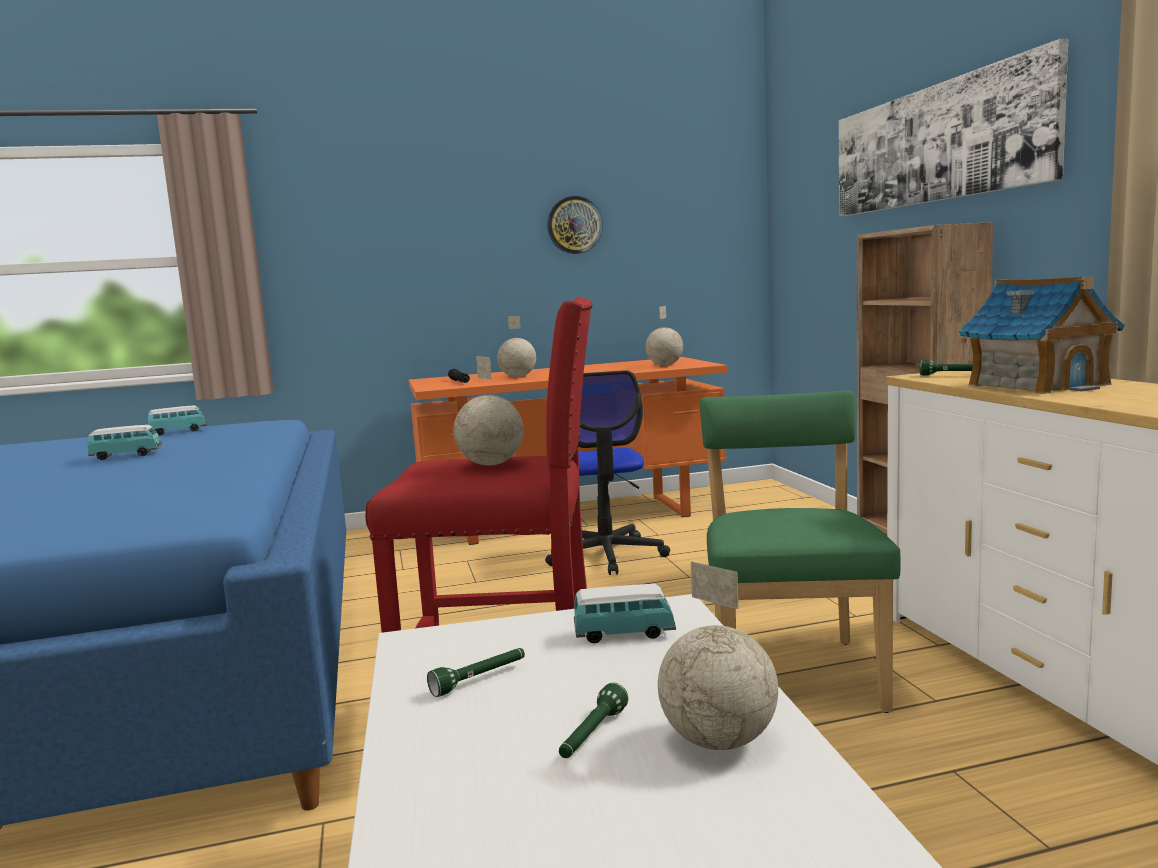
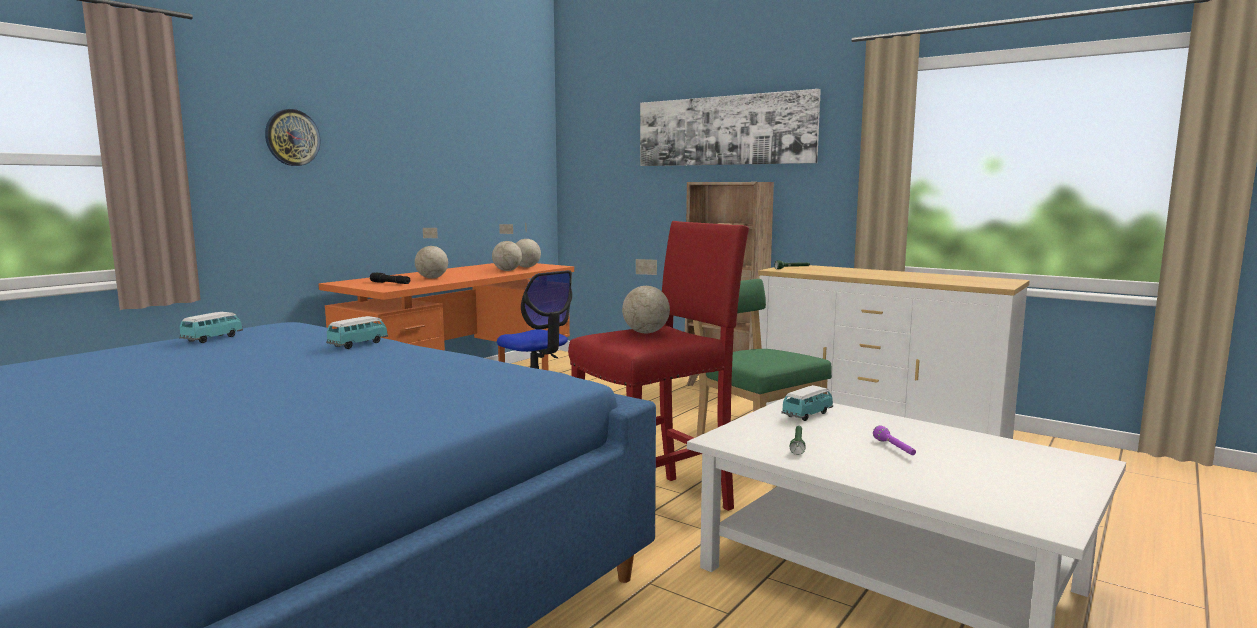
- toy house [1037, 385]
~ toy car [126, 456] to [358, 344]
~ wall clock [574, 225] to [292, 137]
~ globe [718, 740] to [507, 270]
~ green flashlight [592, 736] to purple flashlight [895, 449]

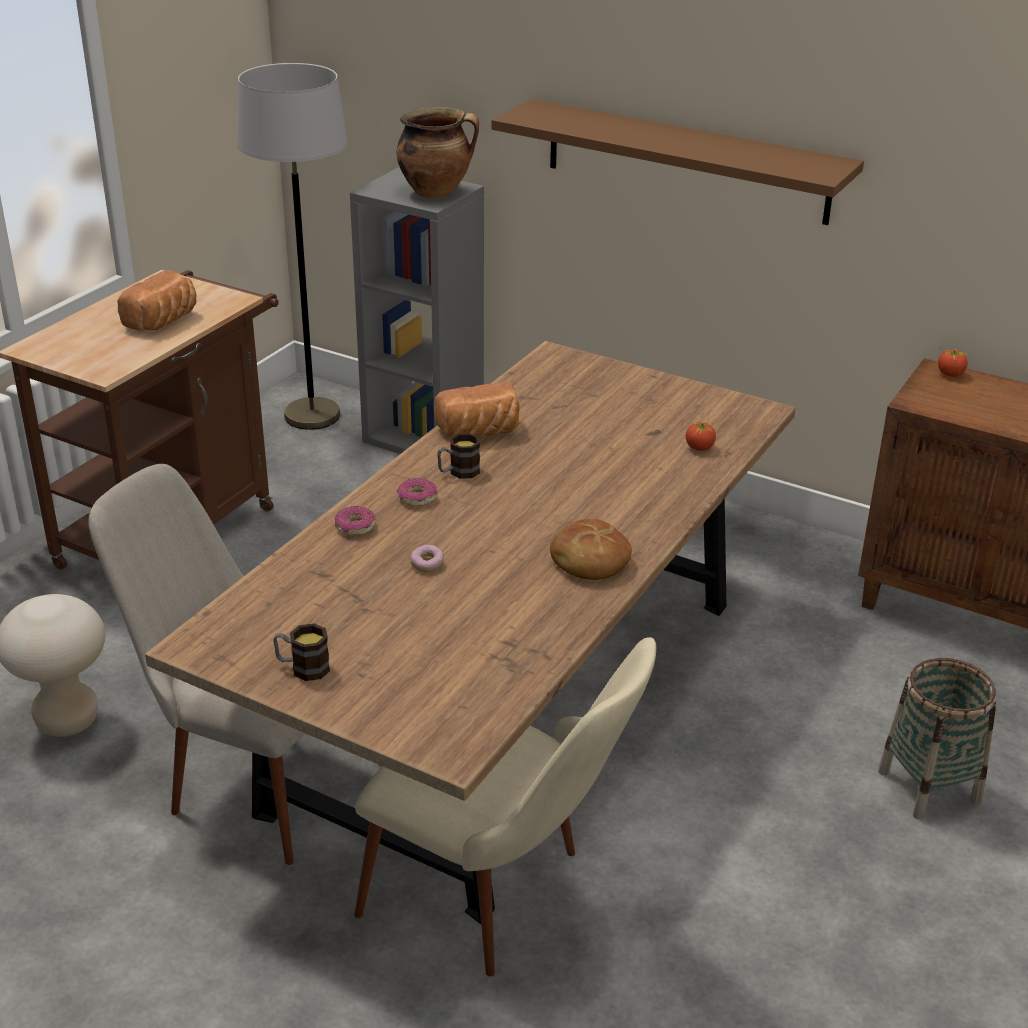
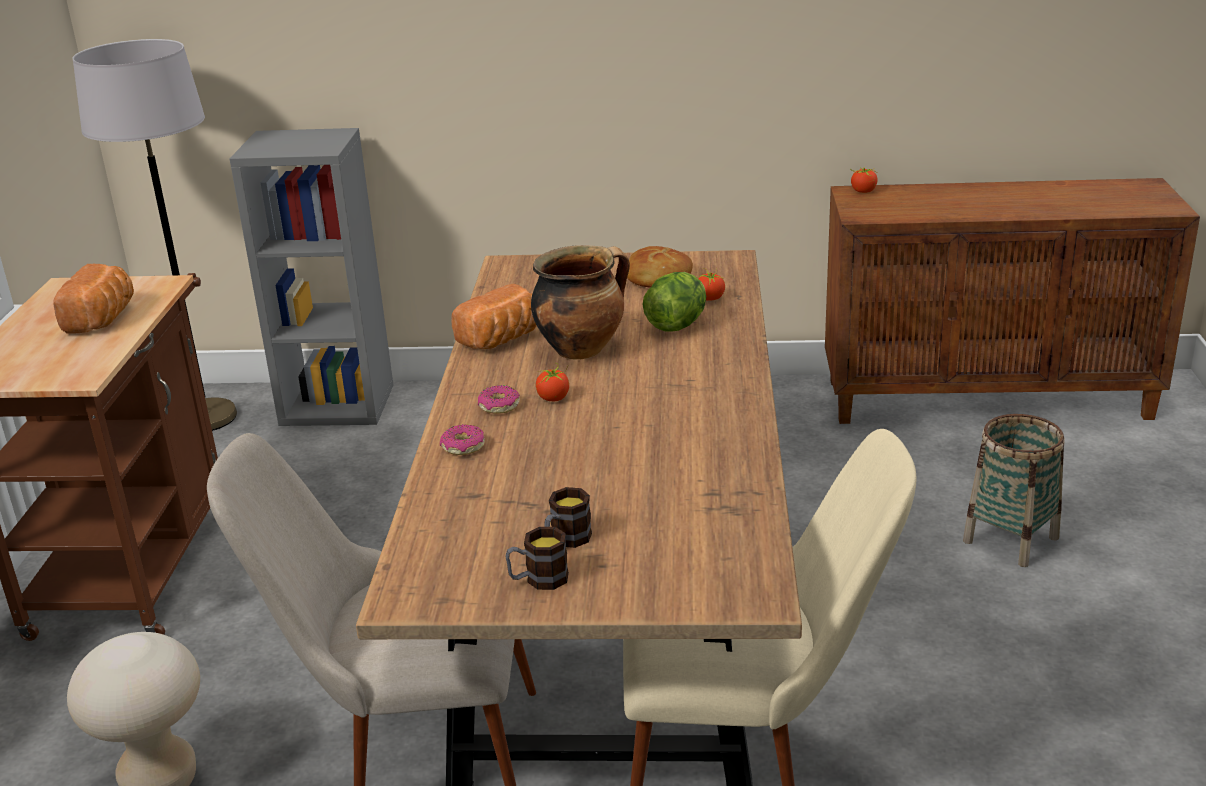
- donut [427, 565]
- brown shelf [686, 161]
+ tomato [553, 398]
+ lettuce [677, 325]
~ cooking pot [437, 192] to [582, 349]
~ mug [458, 472] to [566, 540]
~ bread [589, 561] to [658, 279]

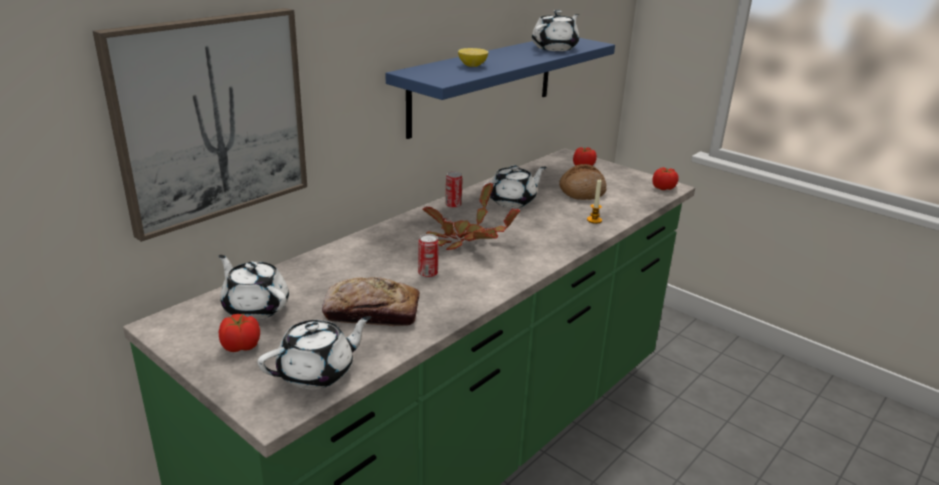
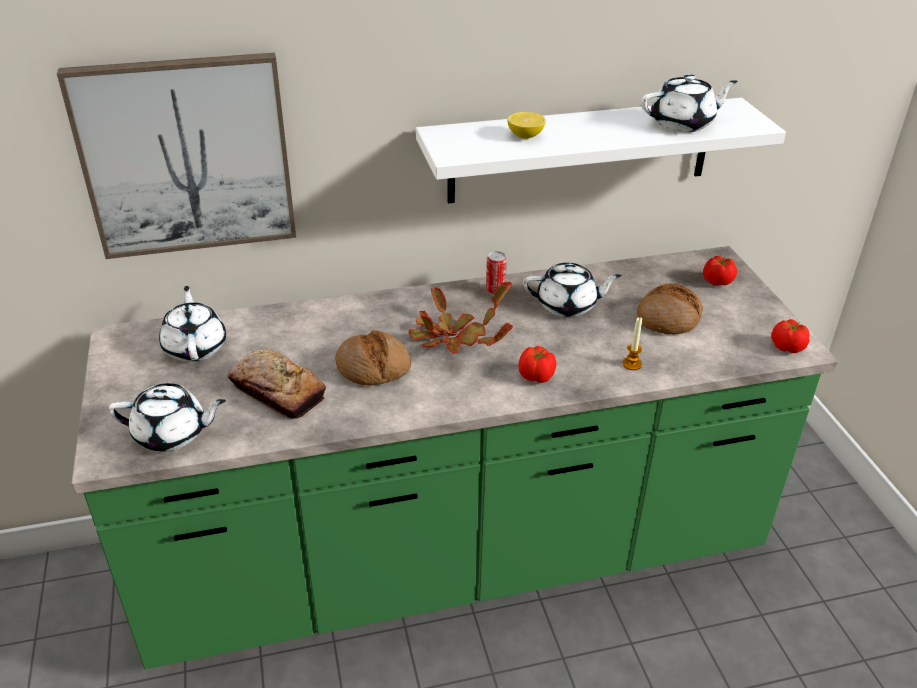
~ tomato [242, 346] to [536, 377]
~ can [428, 274] to bread [373, 367]
~ blue shelf [483, 83] to white shelf [581, 150]

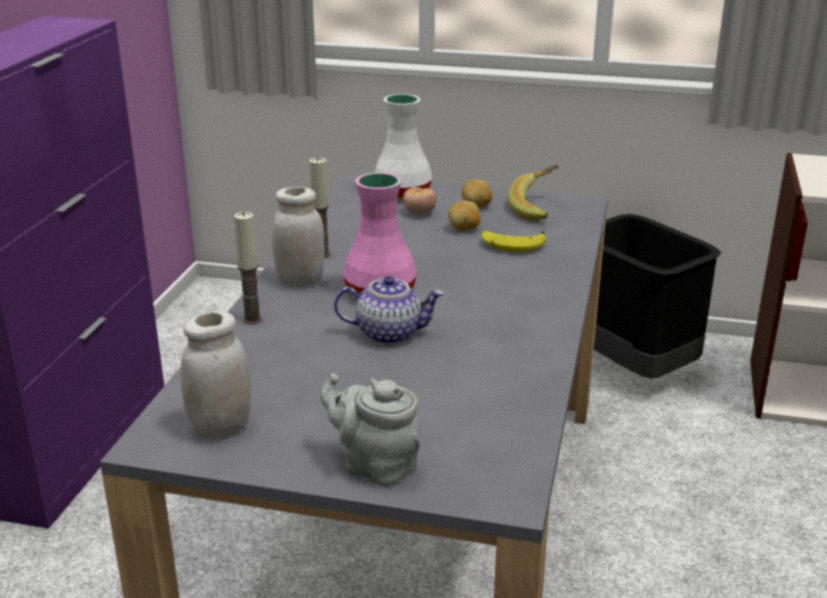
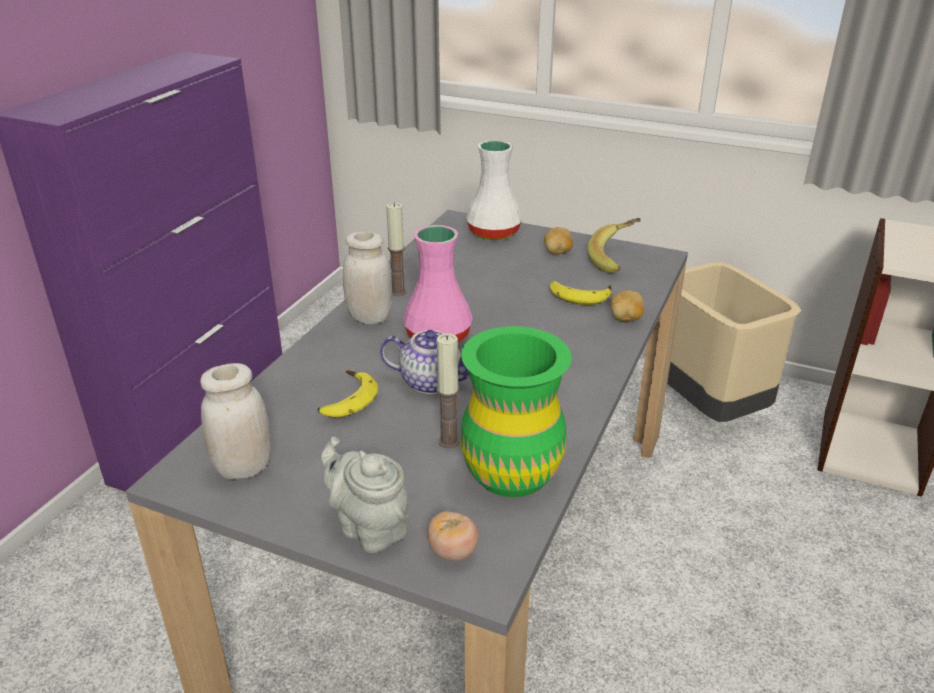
+ banana [345, 401]
+ green vase [511, 472]
~ candle [252, 319] to [448, 441]
~ tomato [419, 213] to [453, 551]
~ potato [464, 229] to [626, 319]
~ black trash can [633, 368] to beige trash can [709, 406]

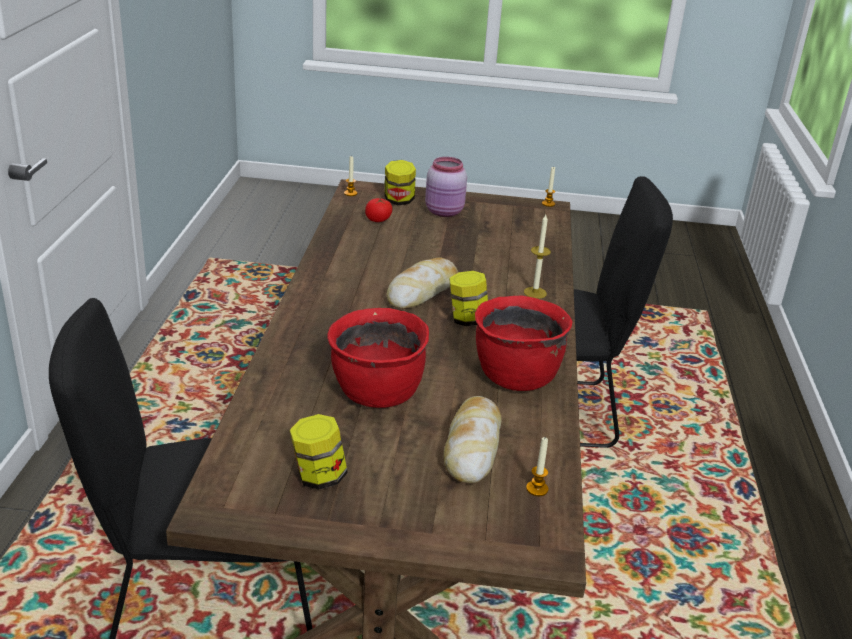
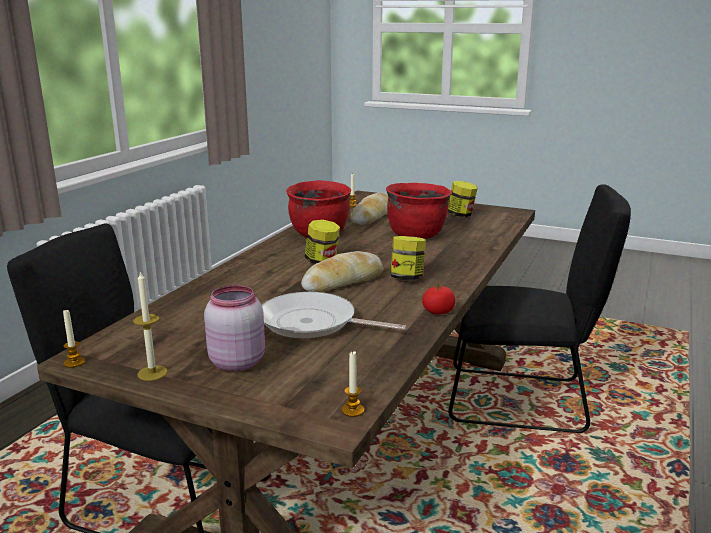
+ frying pan [313, 323]
~ tomato [378, 220] to [438, 312]
~ jar [399, 201] to [407, 278]
~ candle [535, 292] to [152, 373]

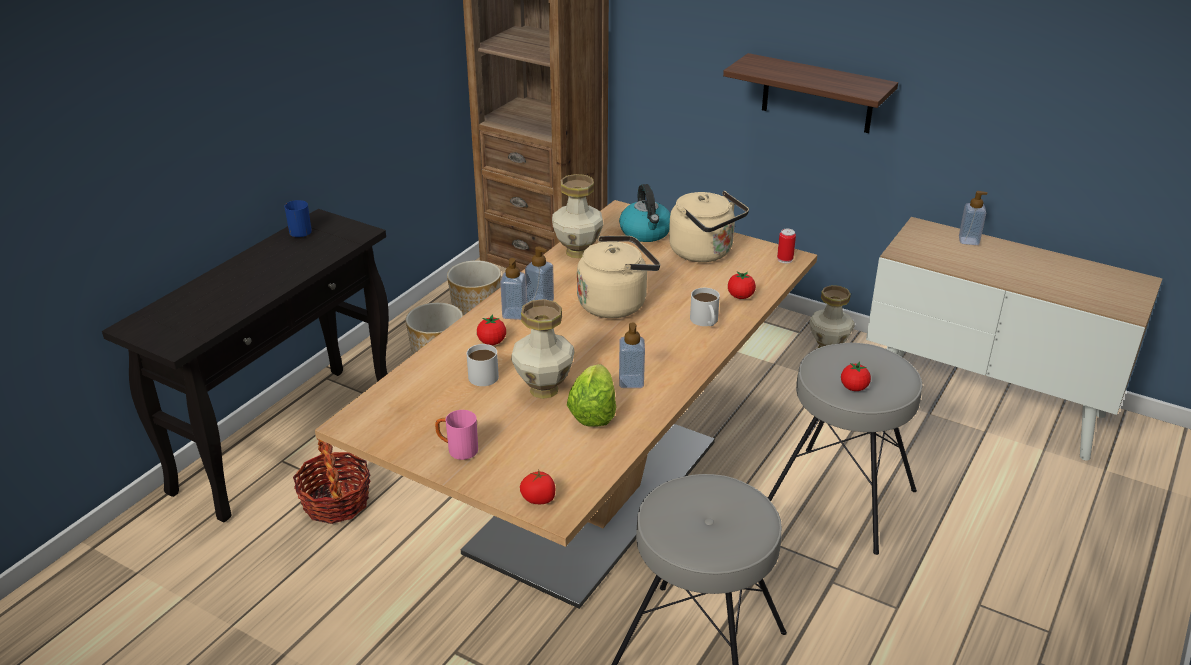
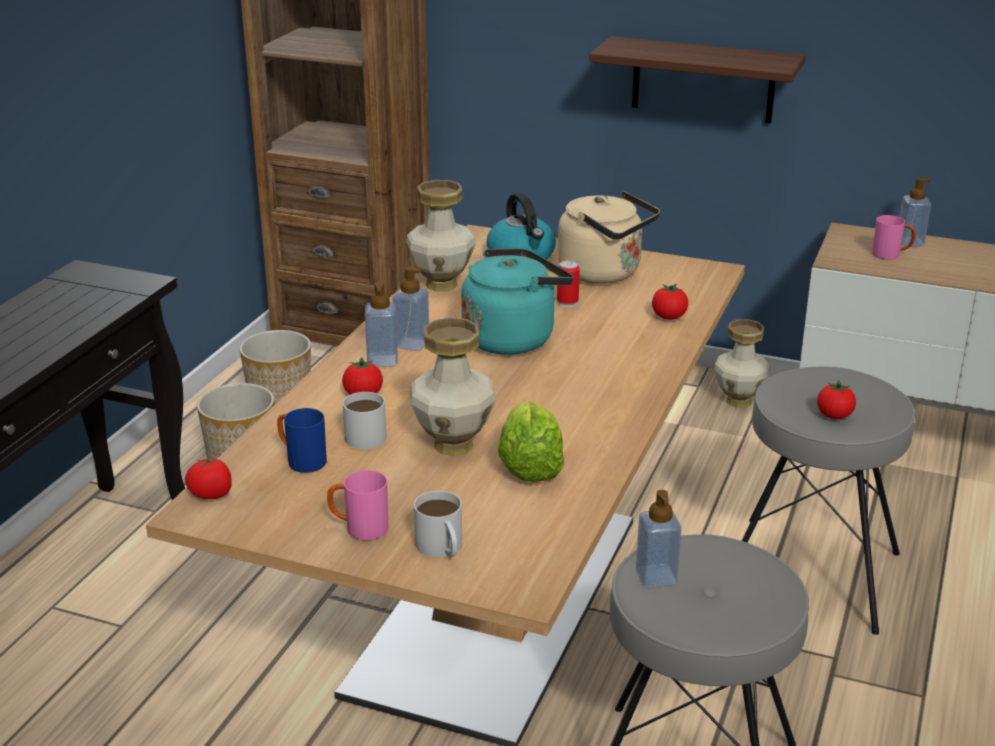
- basket [336, 502]
+ pink mug [891, 255]
~ blue mug [297, 231] to [301, 461]
~ tomato [539, 499] to [211, 494]
~ soap dispenser [631, 382] to [656, 576]
~ white mug [705, 321] to [442, 548]
~ can [785, 259] to [567, 302]
~ beige kettle [616, 303] to turquoise kettle [512, 338]

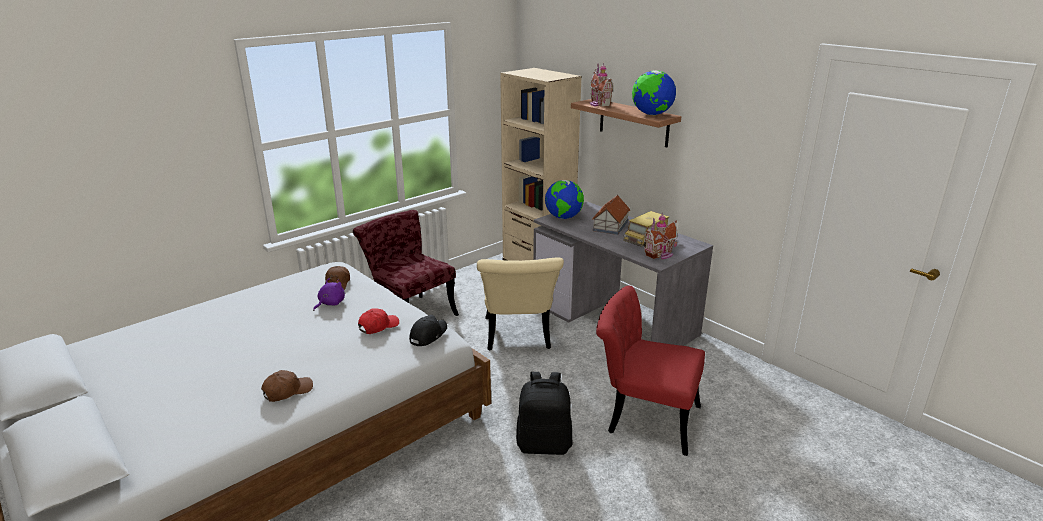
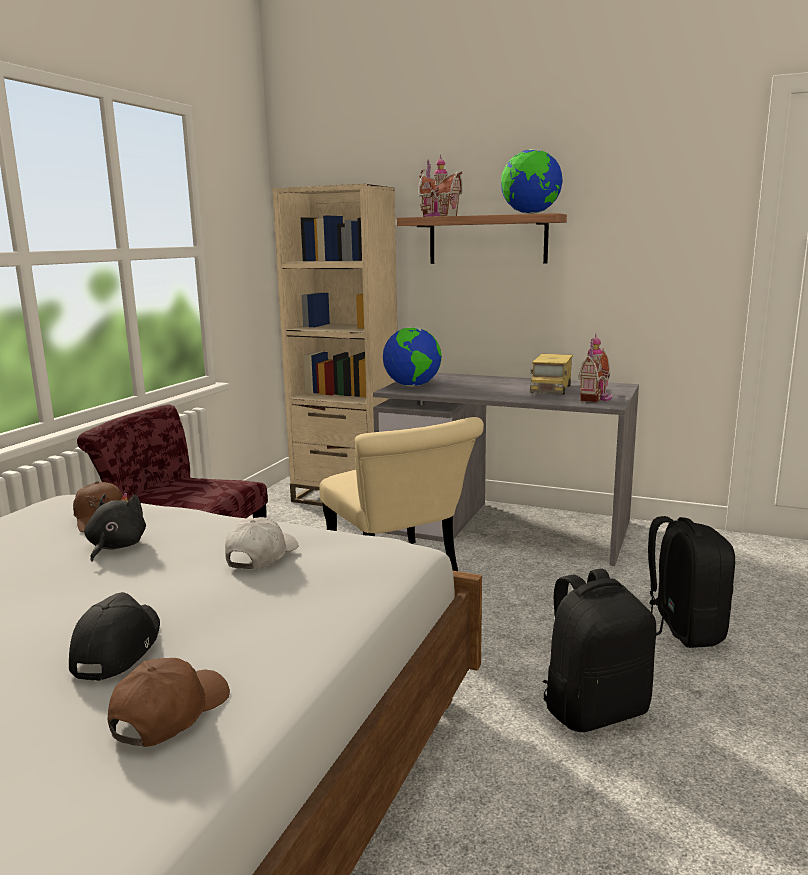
- toy house [610, 226]
~ black cap [428, 335] to [117, 648]
~ red chair [643, 417] to black backpack [682, 629]
~ purple plush toy [330, 303] to black plush toy [115, 547]
~ red cap [378, 326] to white cap [261, 555]

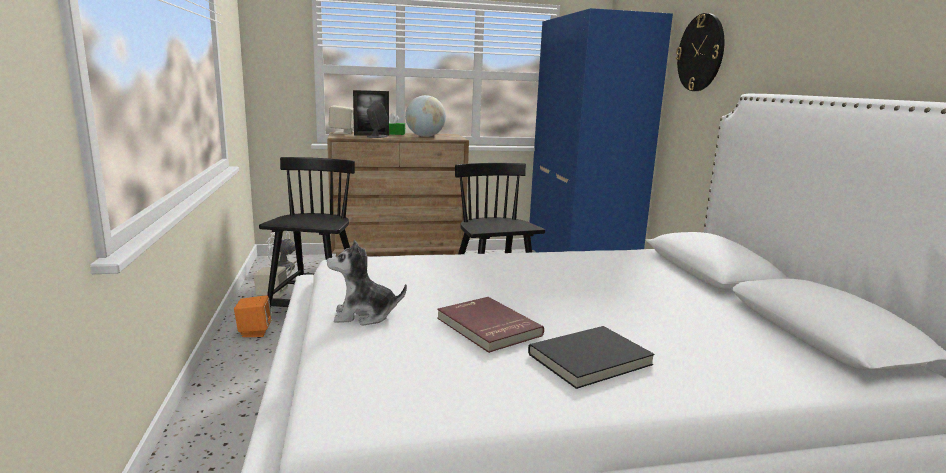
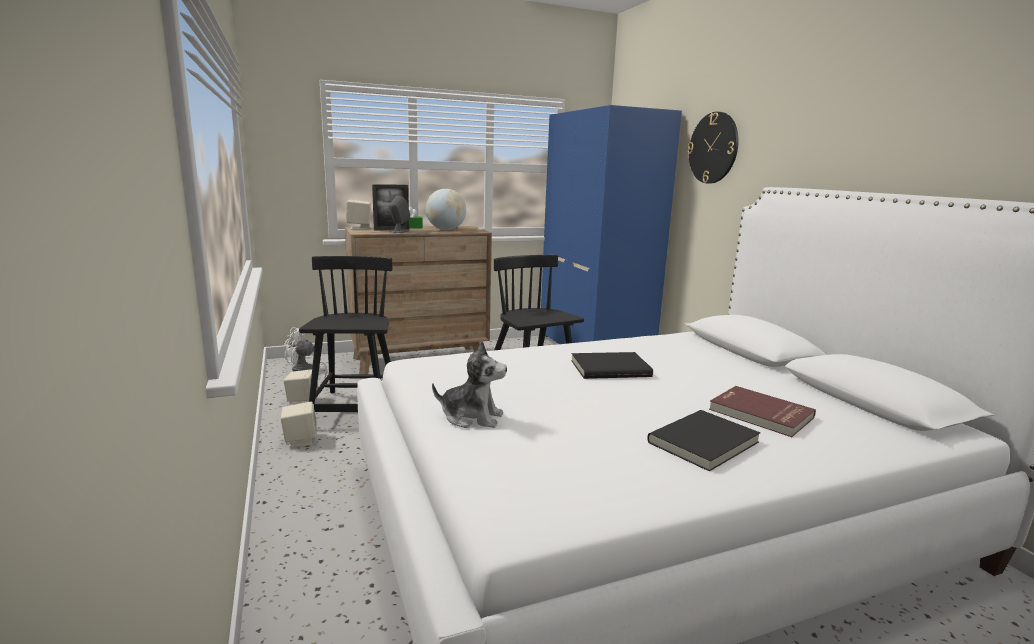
+ black book [609, 368]
~ red book [487, 327] to [760, 414]
~ orange speaker [254, 332] to beige speaker [300, 440]
~ plush toy [364, 315] = [471, 417] 150 degrees counterclockwise

